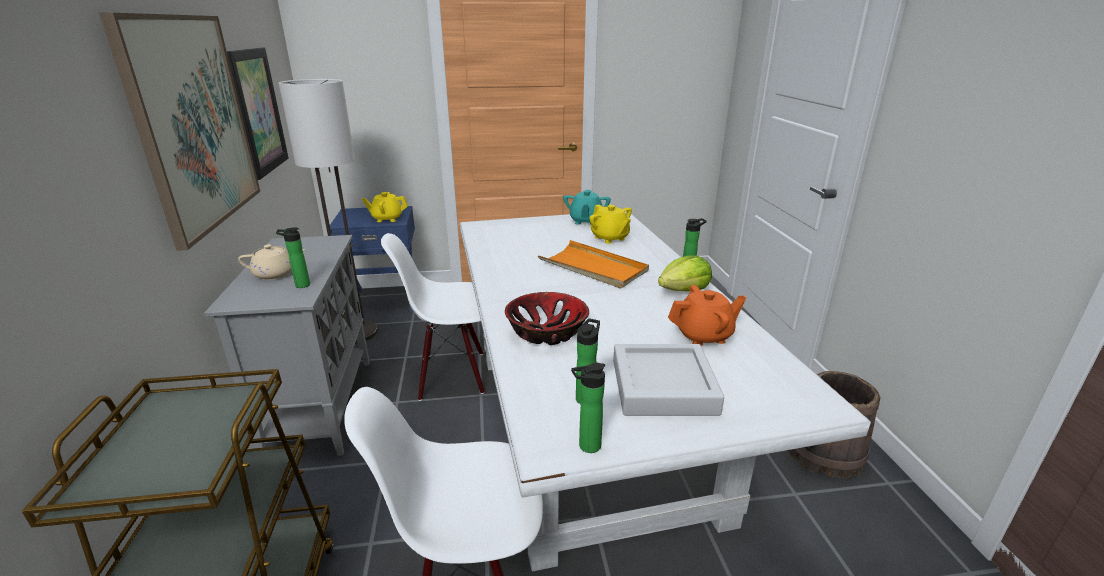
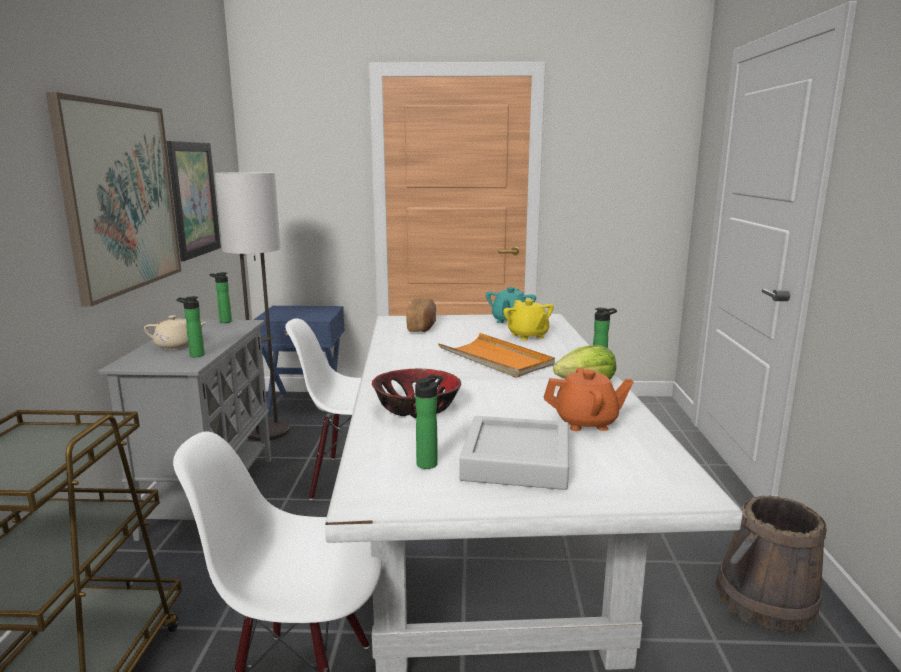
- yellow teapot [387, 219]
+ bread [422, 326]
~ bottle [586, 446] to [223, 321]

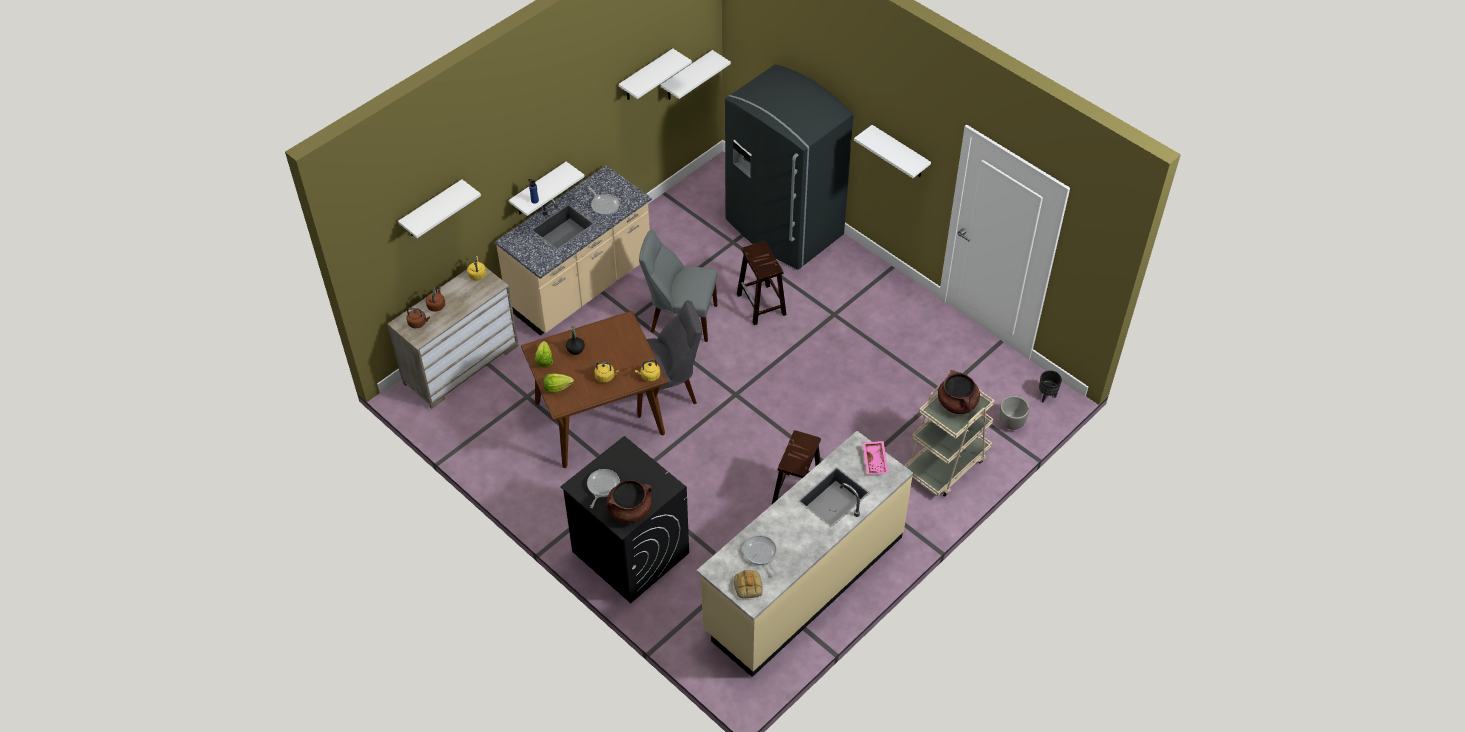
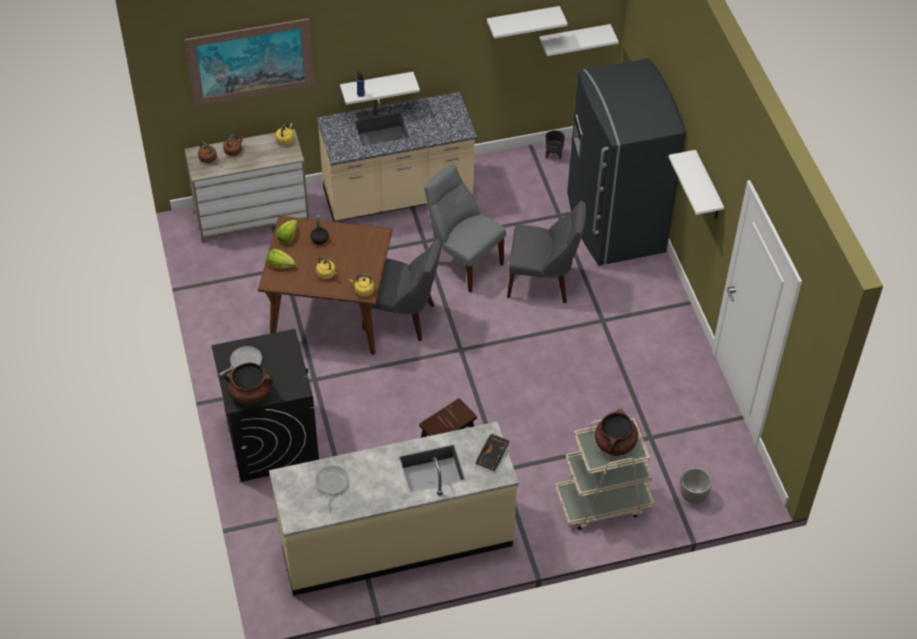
- frying pan [604, 205]
- bread [747, 586]
~ black planter [1047, 396] to [553, 155]
~ white shelf [432, 210] to picture [251, 62]
~ brown stool [761, 305] to grey chair [543, 282]
~ pink tray [875, 461] to black tray [493, 455]

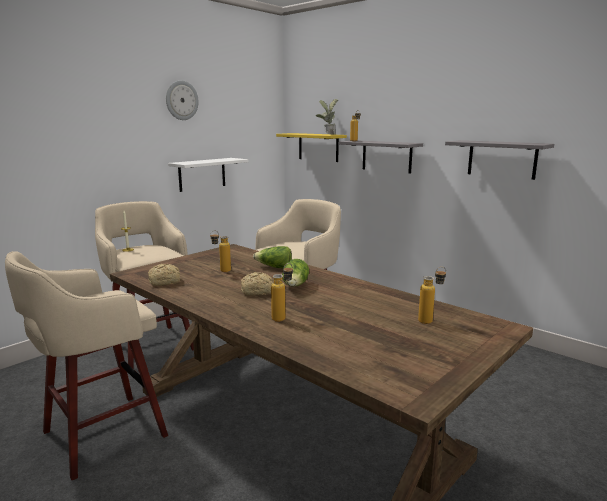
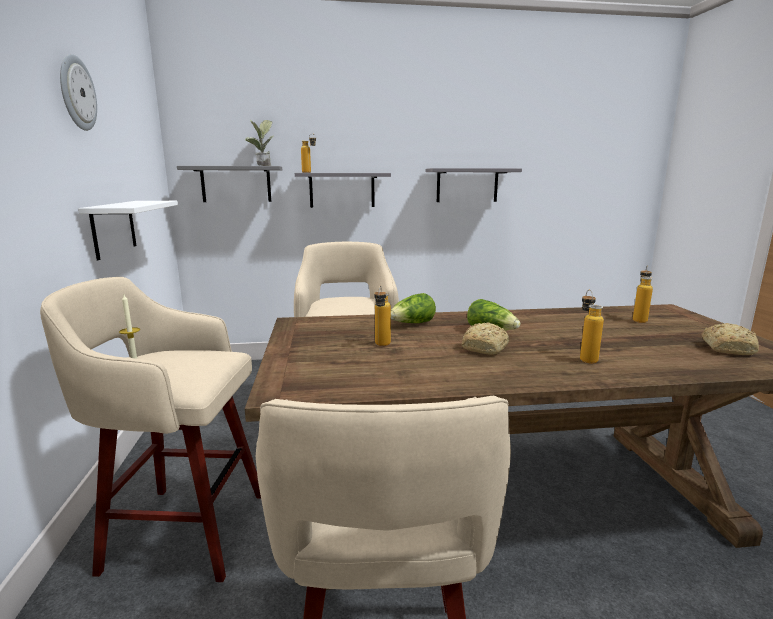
~ bread [165, 281] to [728, 348]
~ yellow shelf [318, 147] to grey shelf [236, 184]

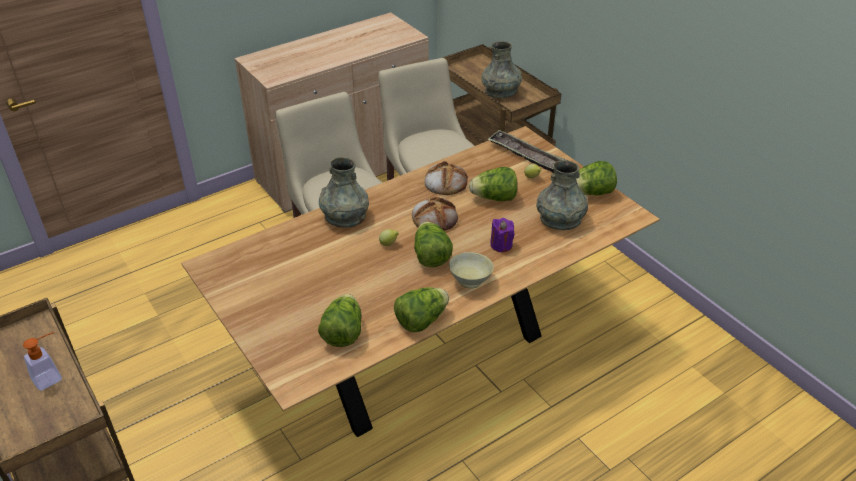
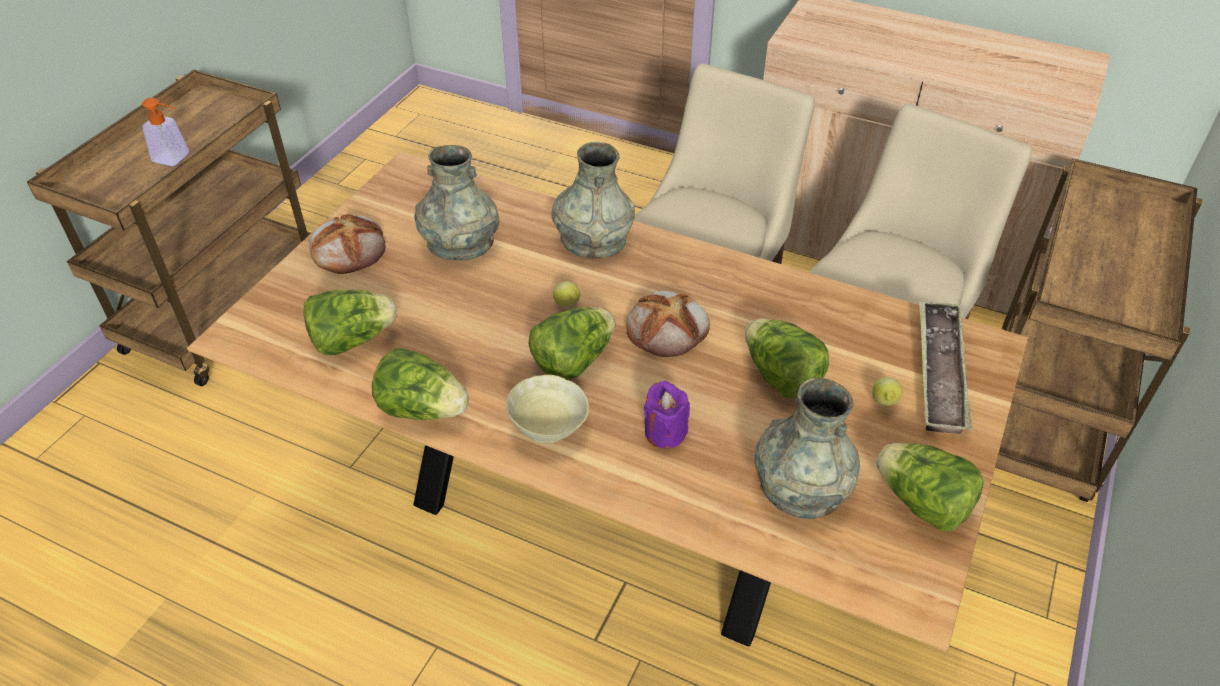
~ bread [445, 182] to [349, 248]
~ grey vase [501, 91] to [460, 242]

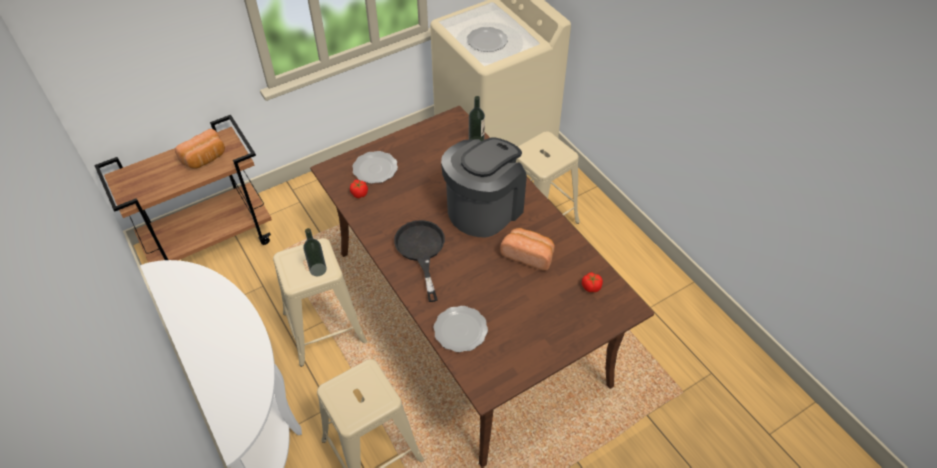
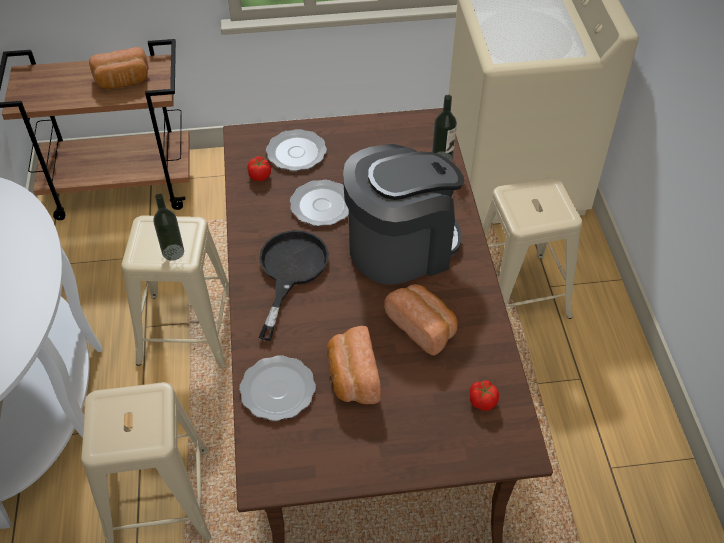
+ bread [352, 377]
~ plate [487, 41] to [322, 205]

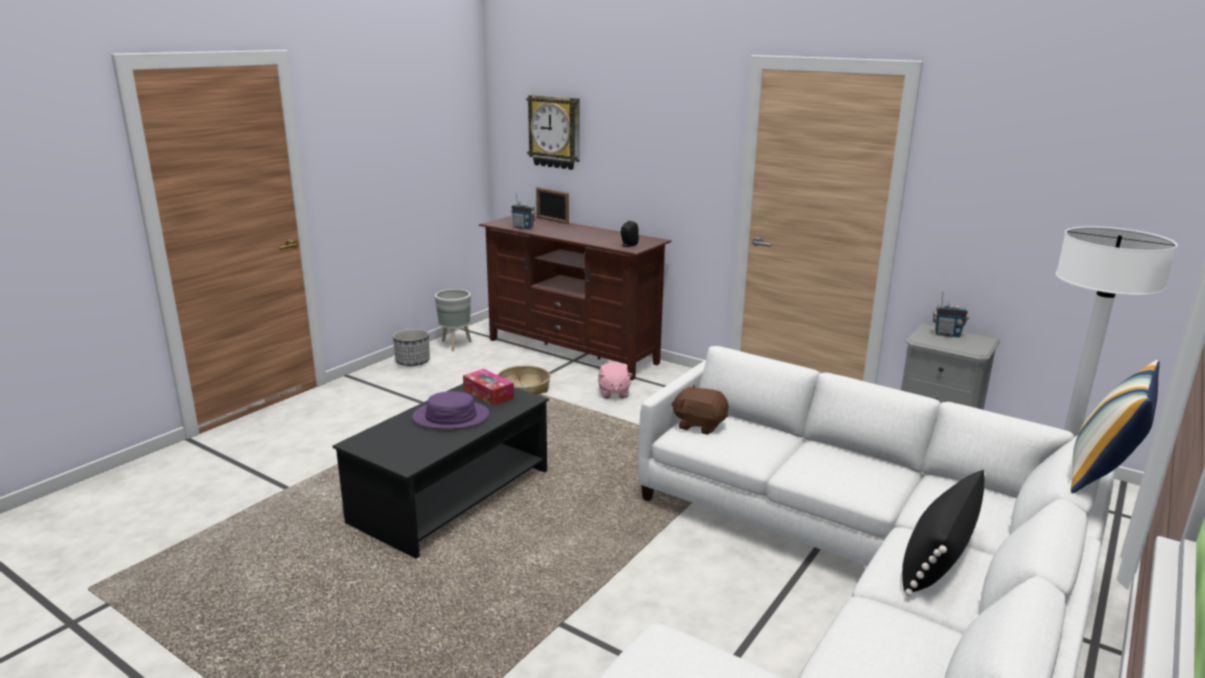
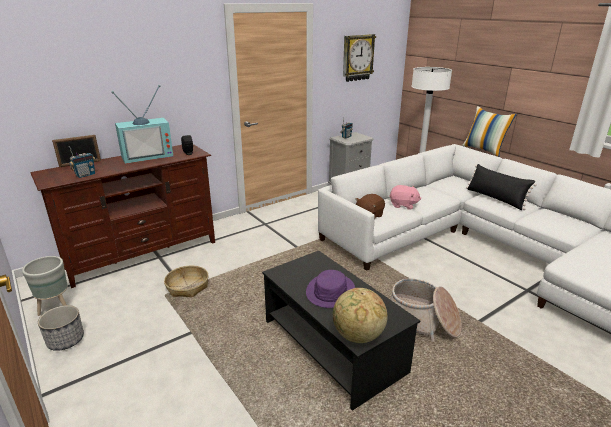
- tissue box [488, 394]
+ television [147, 155]
+ globe [358, 336]
+ basket [421, 322]
~ wall clock [555, 132] to [357, 57]
~ pink plush toy [613, 392] to [403, 205]

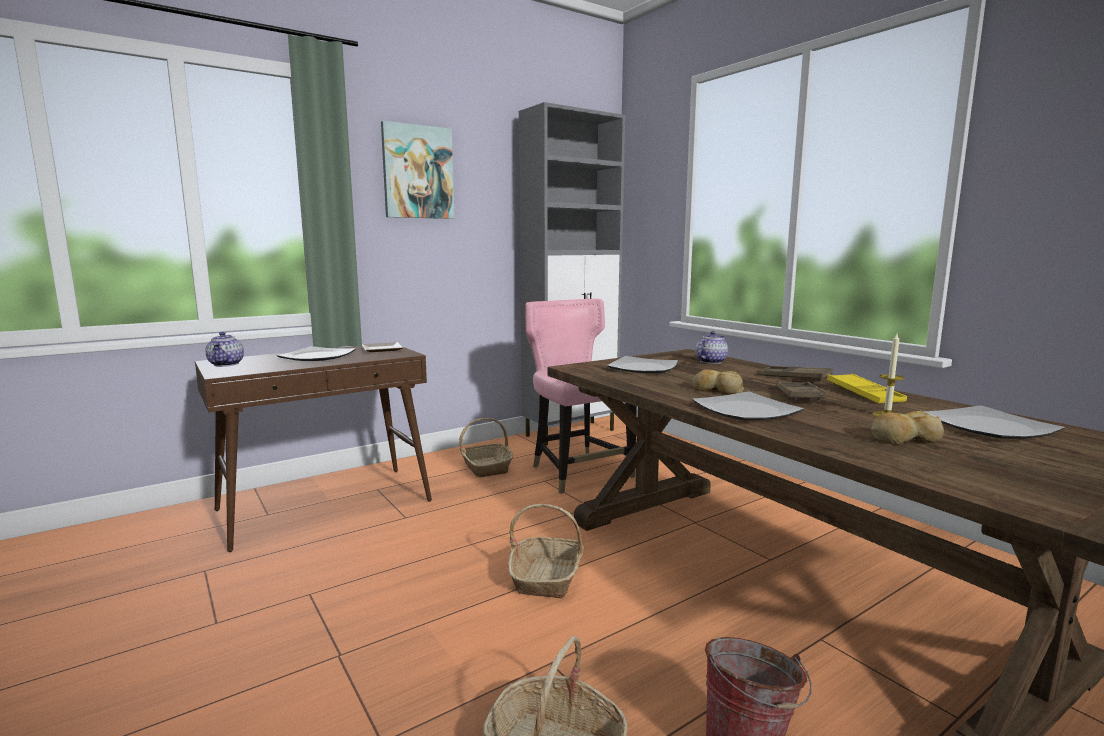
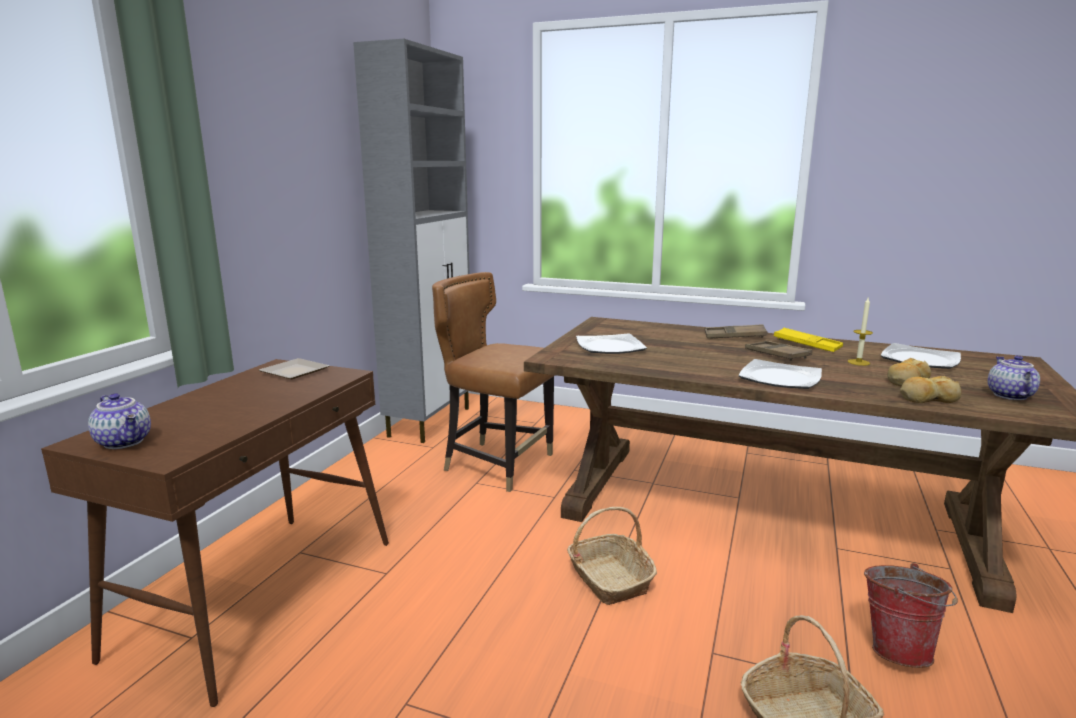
- plate [318, 357]
- picture [418, 172]
- basket [486, 467]
~ bread [717, 390] to [927, 398]
~ teapot [710, 361] to [1008, 395]
~ pink chair [580, 473] to brown chair [498, 464]

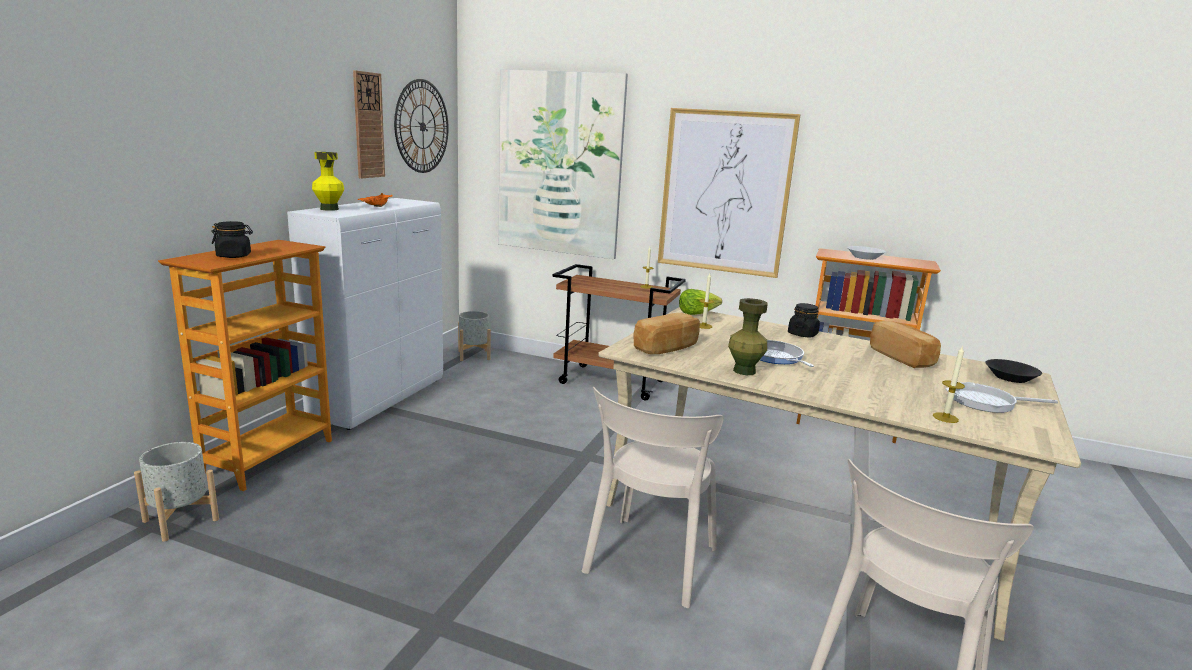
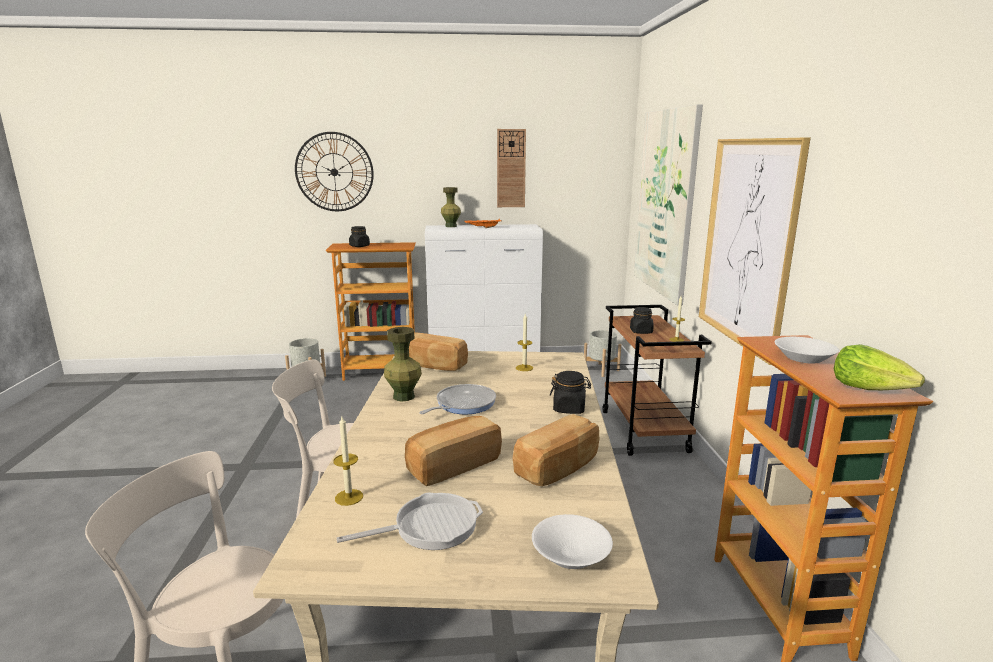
+ bread [453, 465]
+ black jar [641, 331]
~ wall clock [422, 126] to [334, 172]
~ lettuce [697, 313] to [870, 388]
~ yellow vase [329, 209] to green vase [451, 226]
~ black bowl [1011, 378] to white bowl [572, 554]
~ frying pan [986, 402] = [430, 527] 90 degrees clockwise

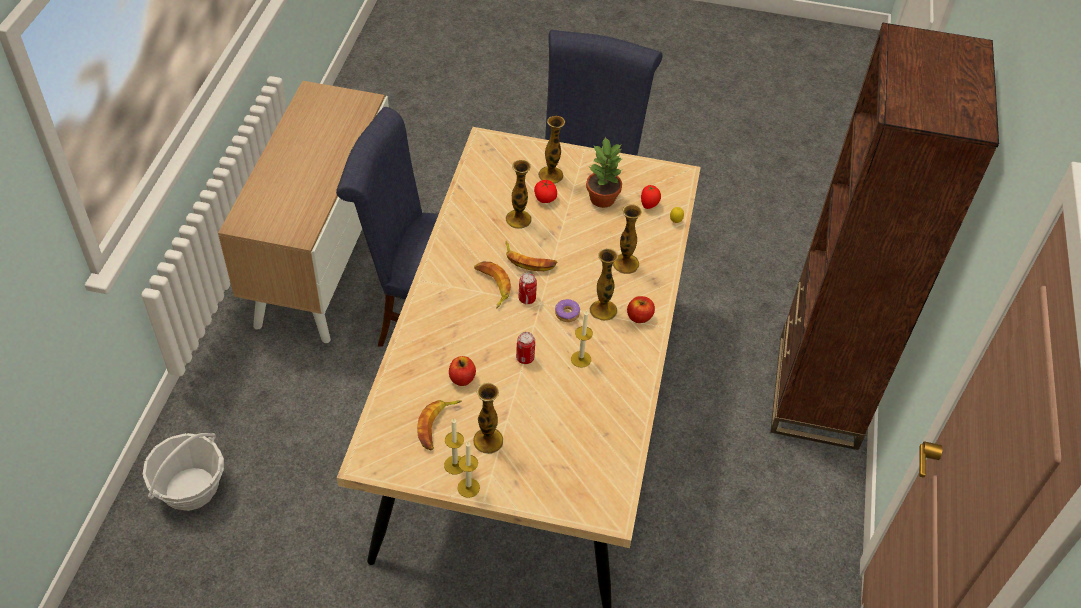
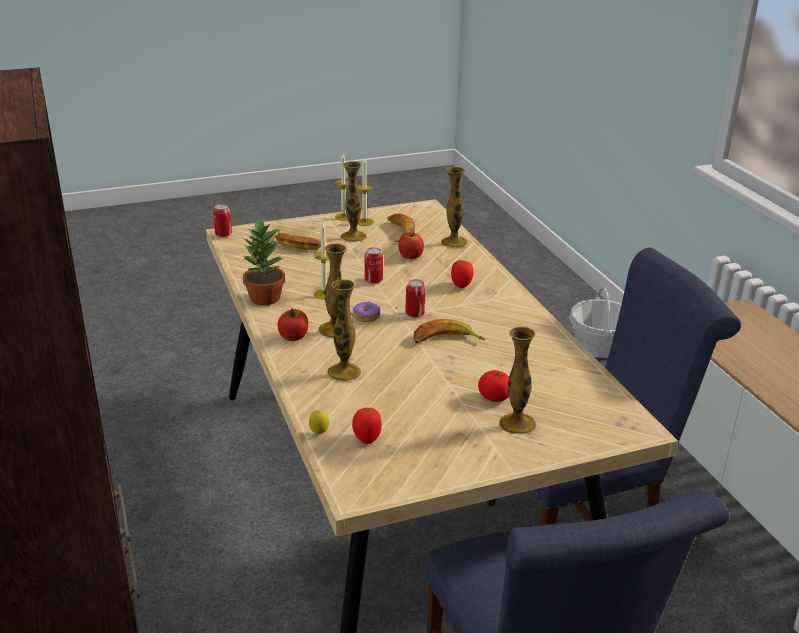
+ can [223, 234]
+ tomato [461, 285]
~ banana [492, 286] to [297, 244]
~ vase [518, 219] to [454, 242]
~ potted plant [603, 198] to [264, 298]

